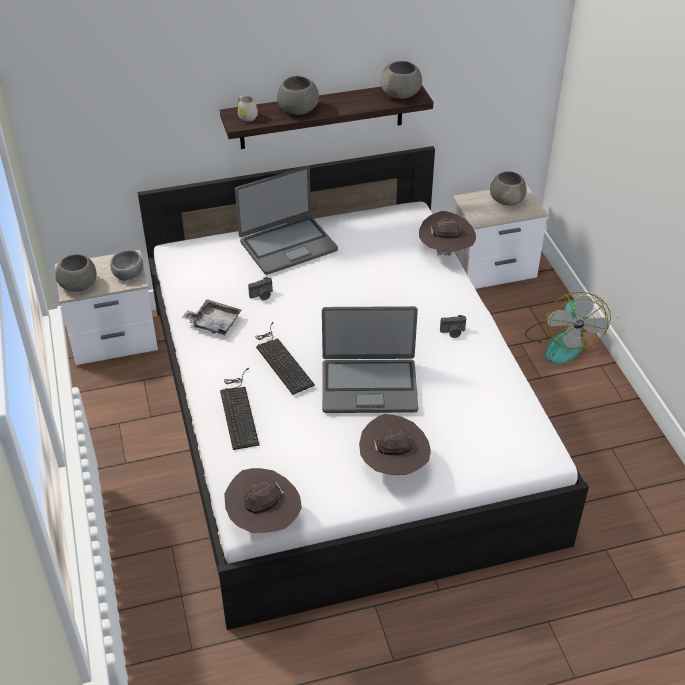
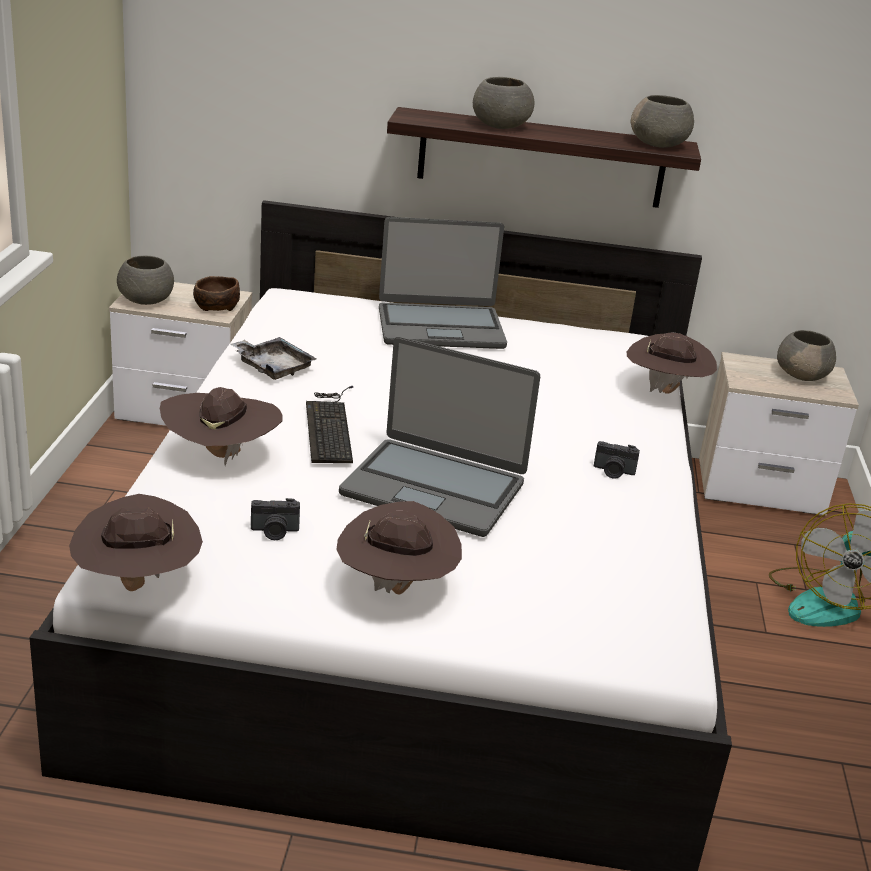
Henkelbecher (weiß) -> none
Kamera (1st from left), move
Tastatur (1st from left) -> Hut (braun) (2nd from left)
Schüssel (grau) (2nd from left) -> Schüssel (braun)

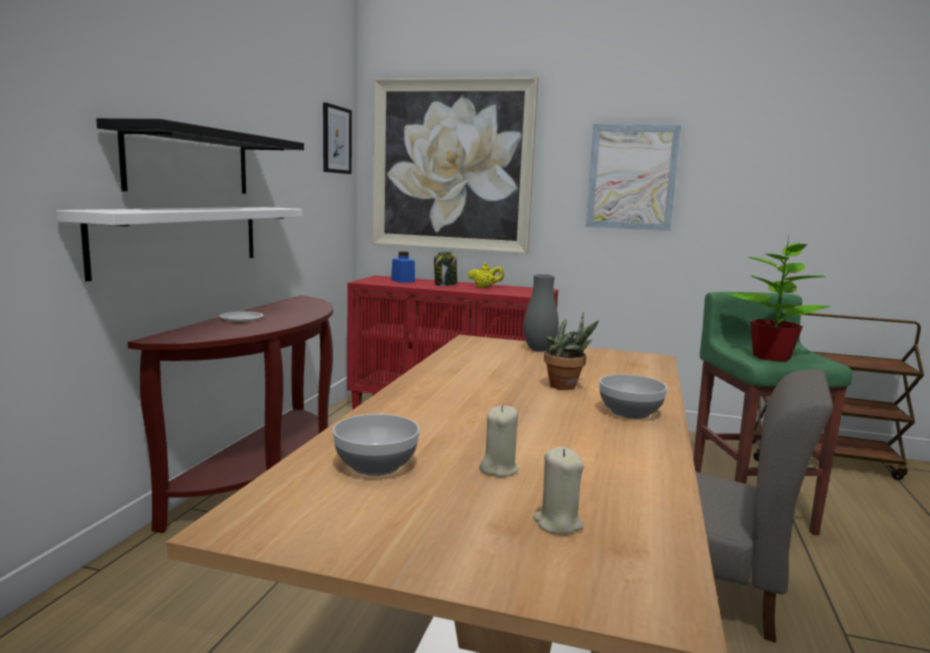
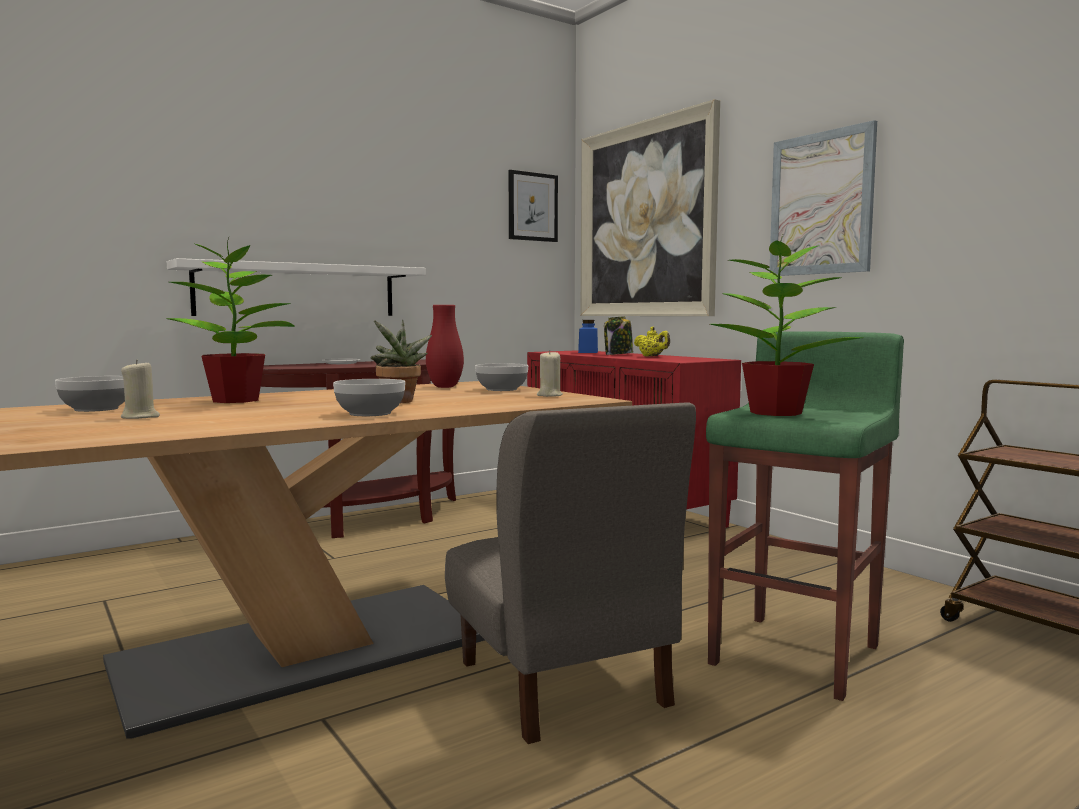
Wandregal (schwarz) -> none
none -> Topfpflanze (1st from left)
none -> Vase (rot)
Kerze (beige) (2nd from left), move
Vase (grau) -> Schüssel (3rd from left)

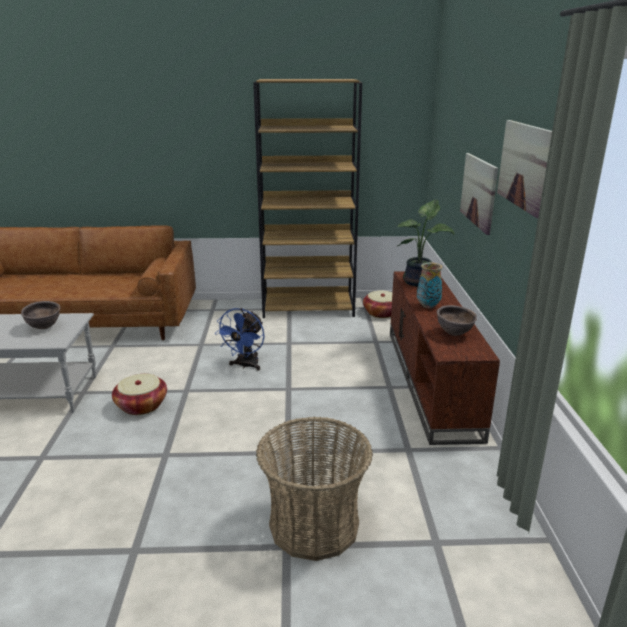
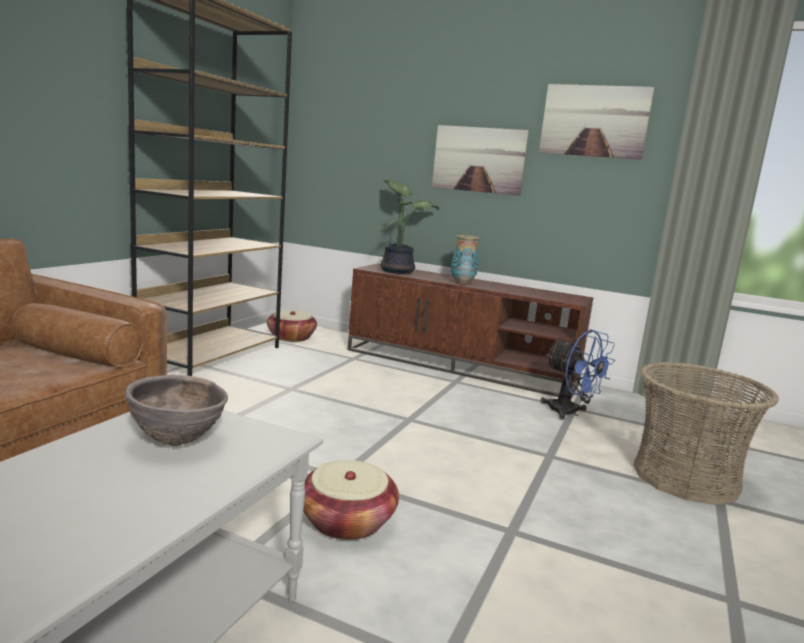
Schüssel (braun) (2nd from left) -> none
Ventilator (blau), move

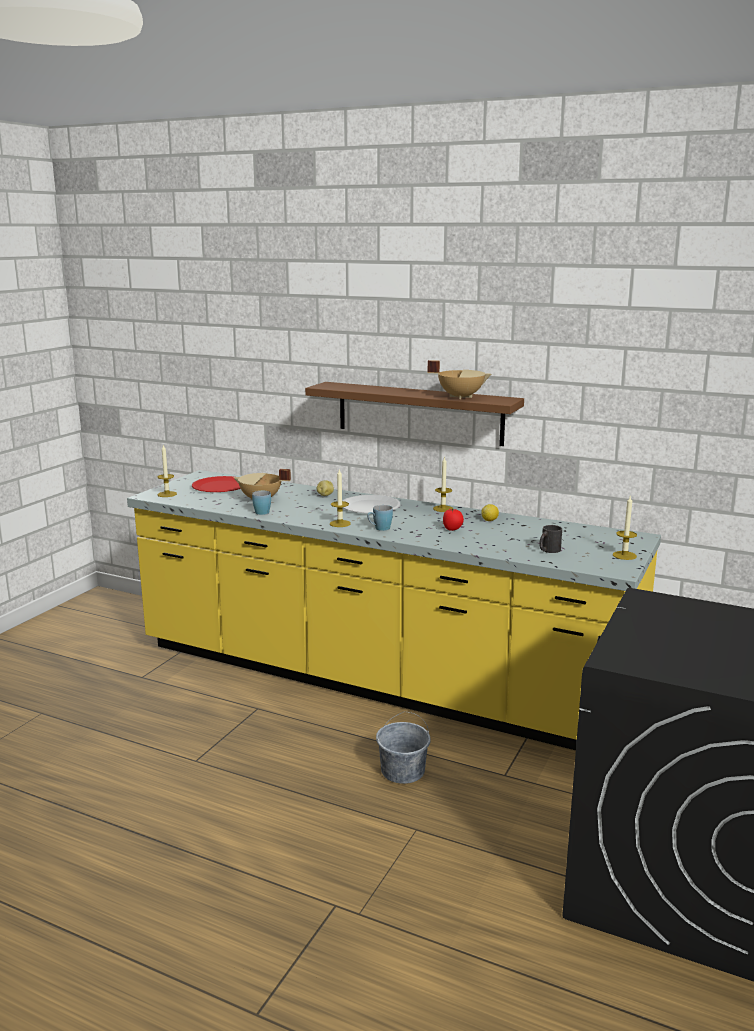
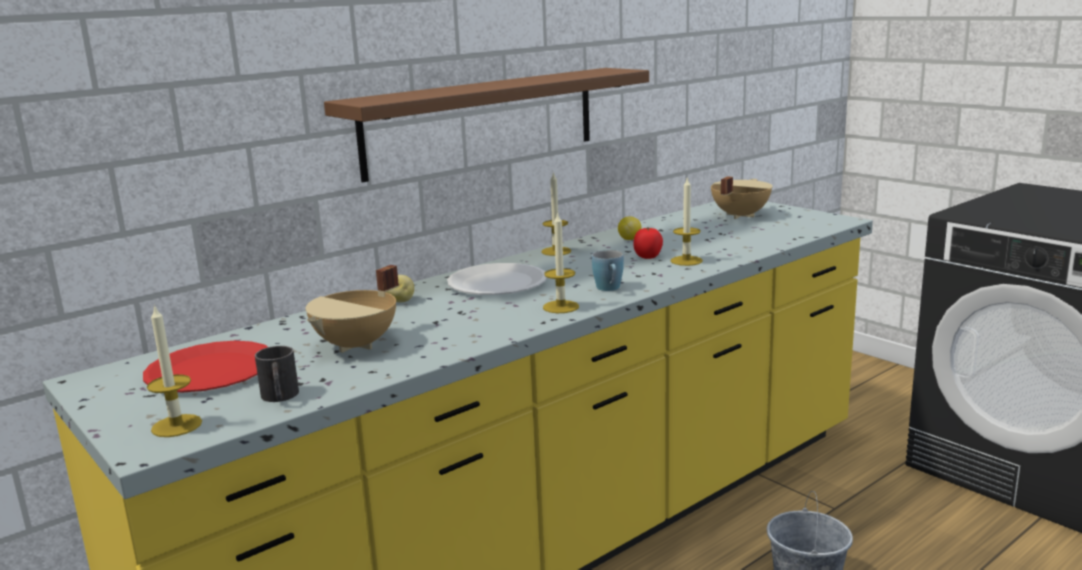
Henkelbecher (blau) (1st from left) -> none
Kochtopf (beige) (2nd from left), move
Henkelbecher (schwarz), move
Kerze (4th from left), move

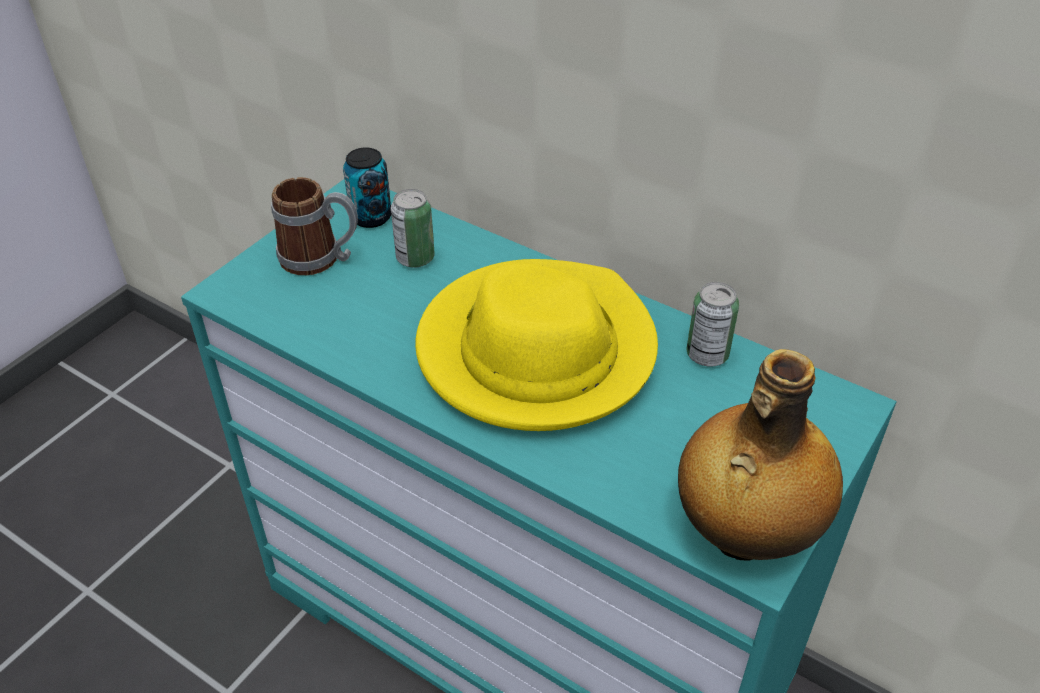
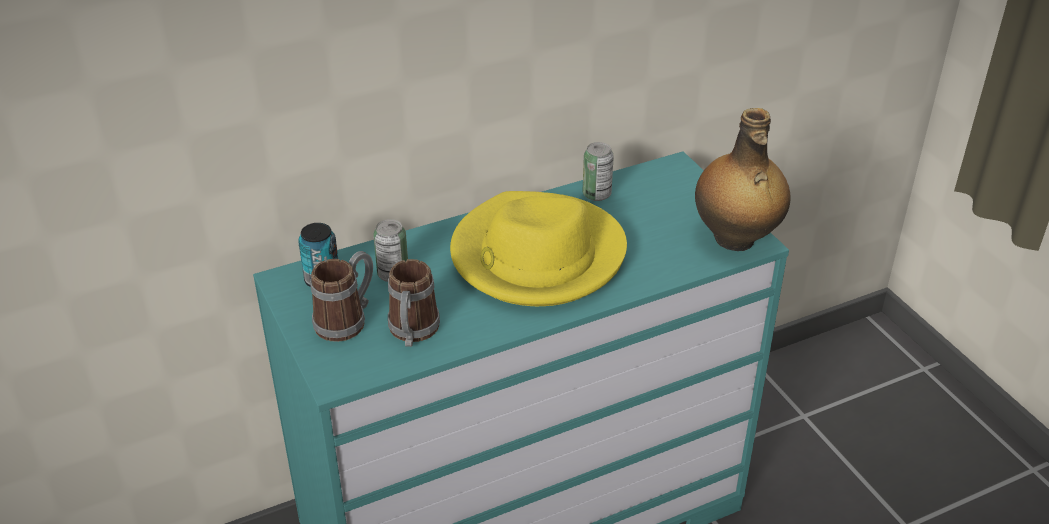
none -> Henkelbecher (2nd from left)

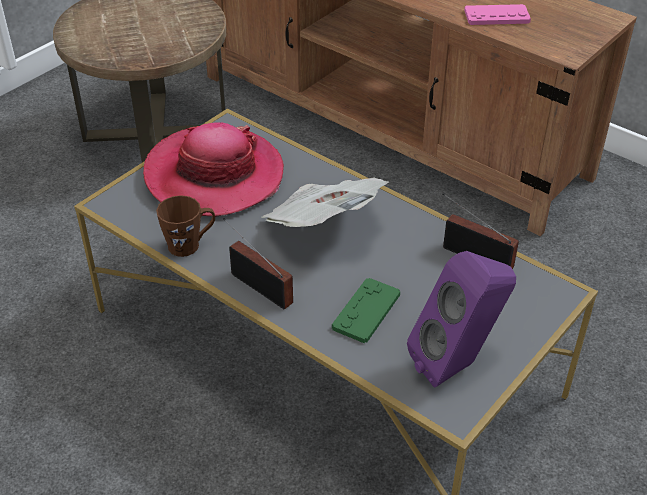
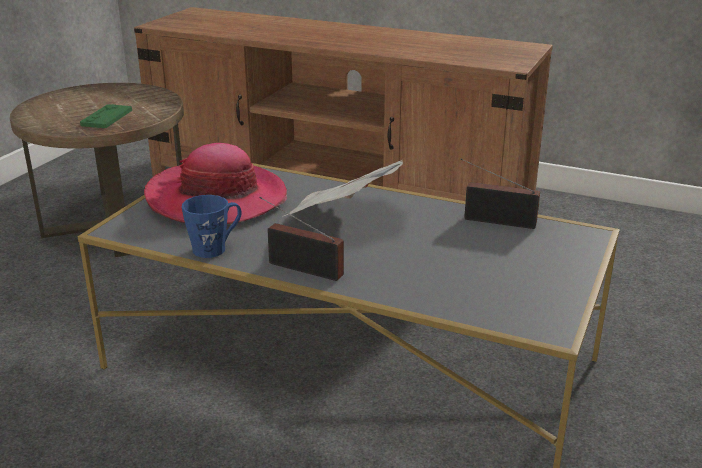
Lautsprecher (lila) -> none
Gamepad (rosa) -> none
Gamepad (grün), move
Henkelbecher (braun) -> Henkelbecher (blau)

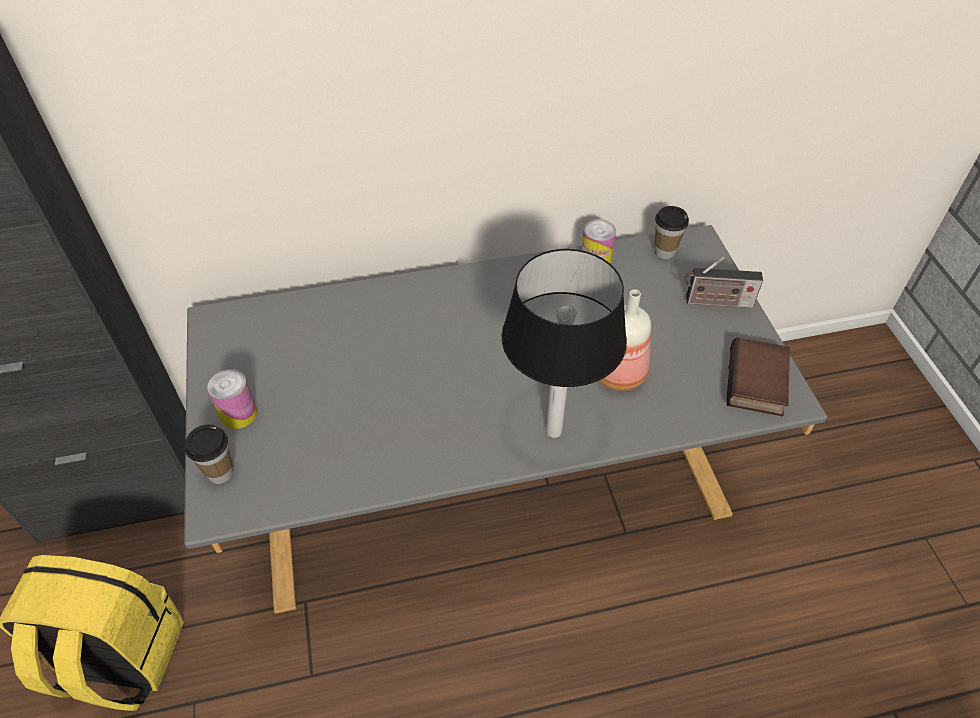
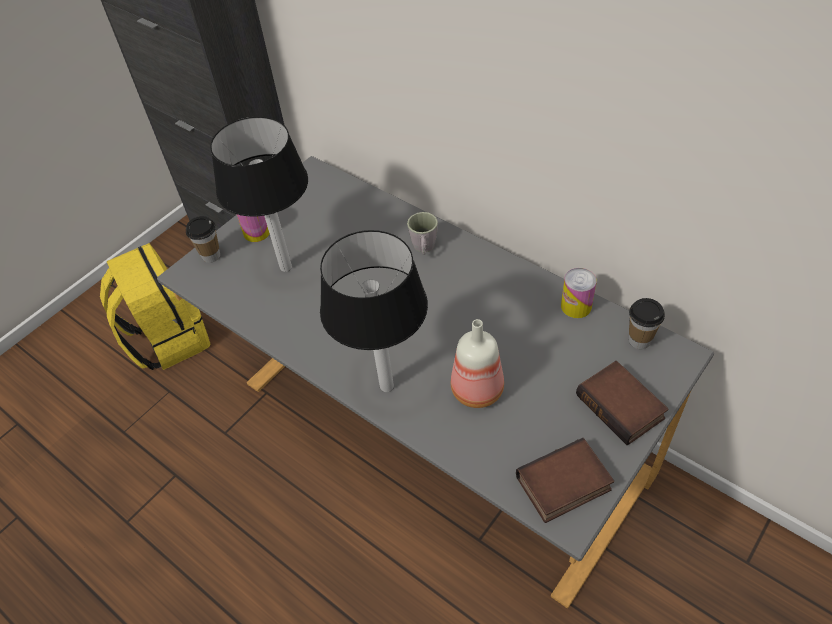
none -> Tischlampe (1st from left)
none -> Henkelbecher (grau)
Radio -> Buch (2nd from left)

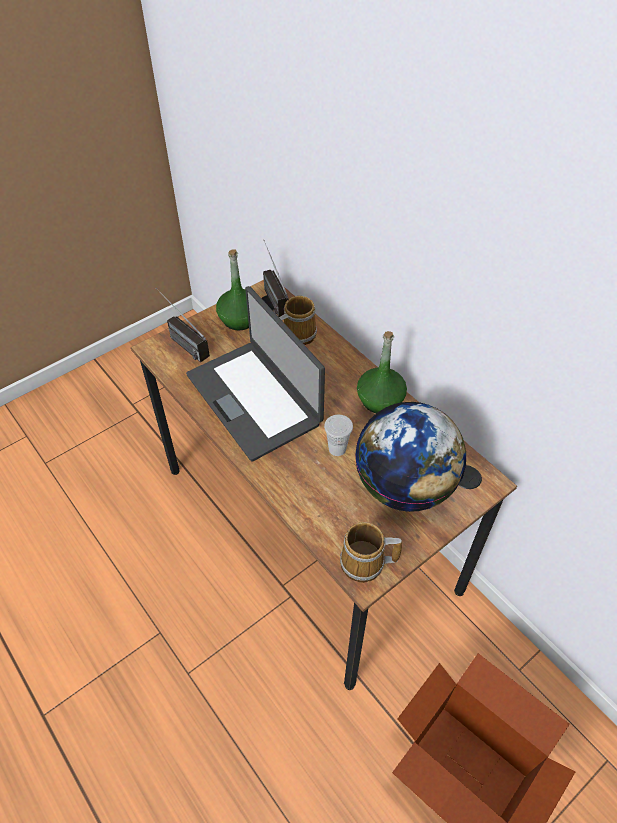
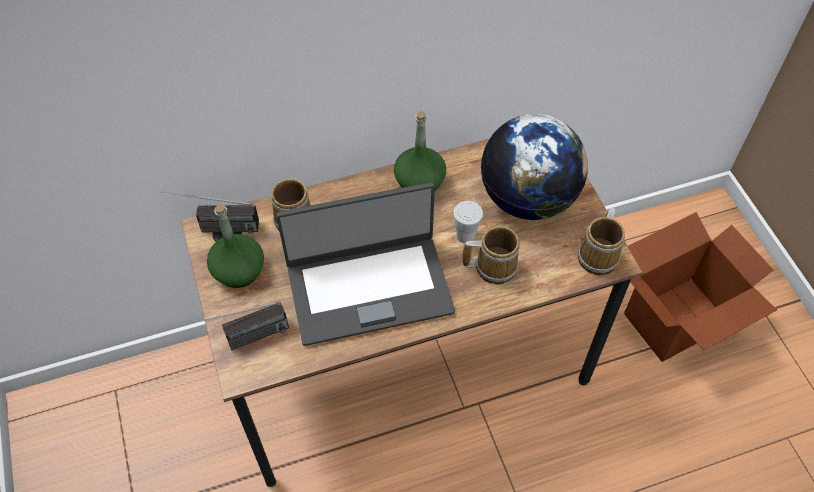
none -> Henkelbecher (2nd from left)

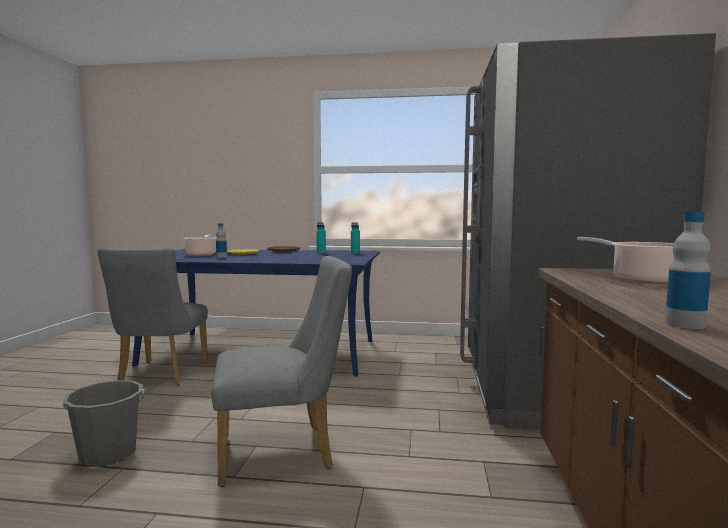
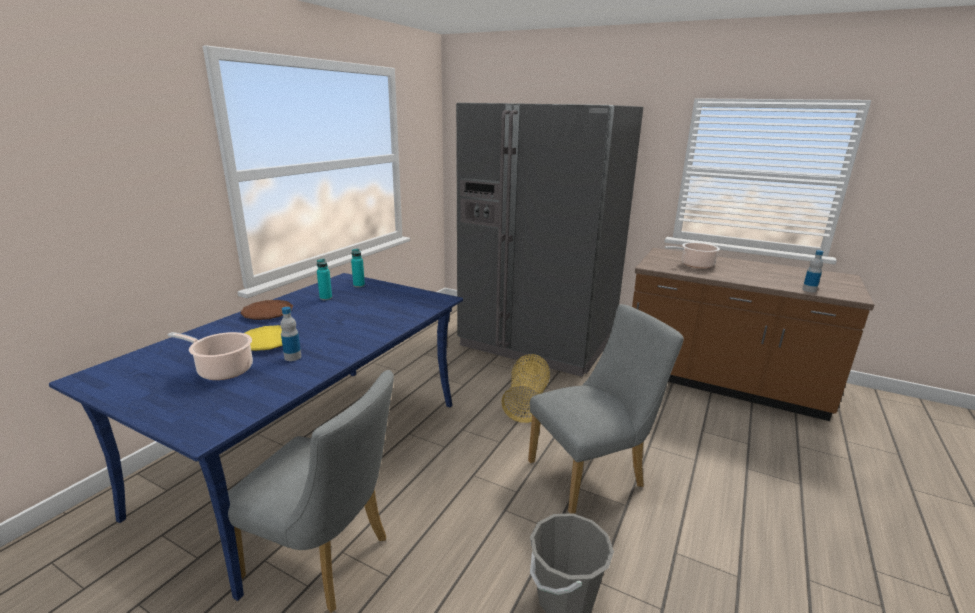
none -> Korb
Stuhl (grau) (2nd from left), 60 degrees clockwise

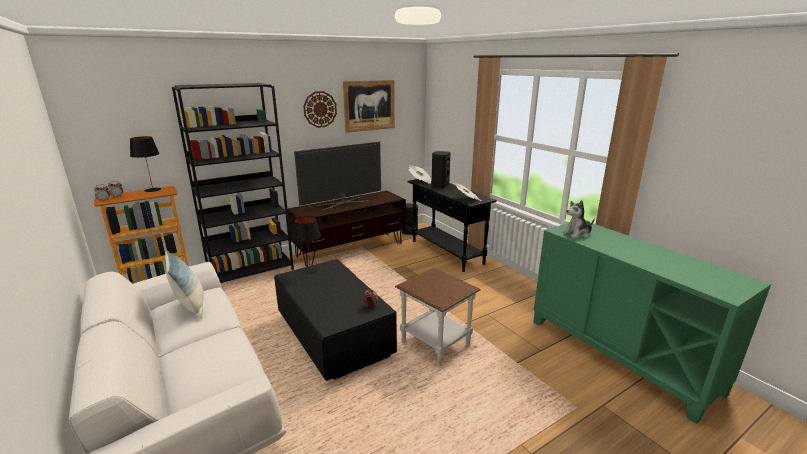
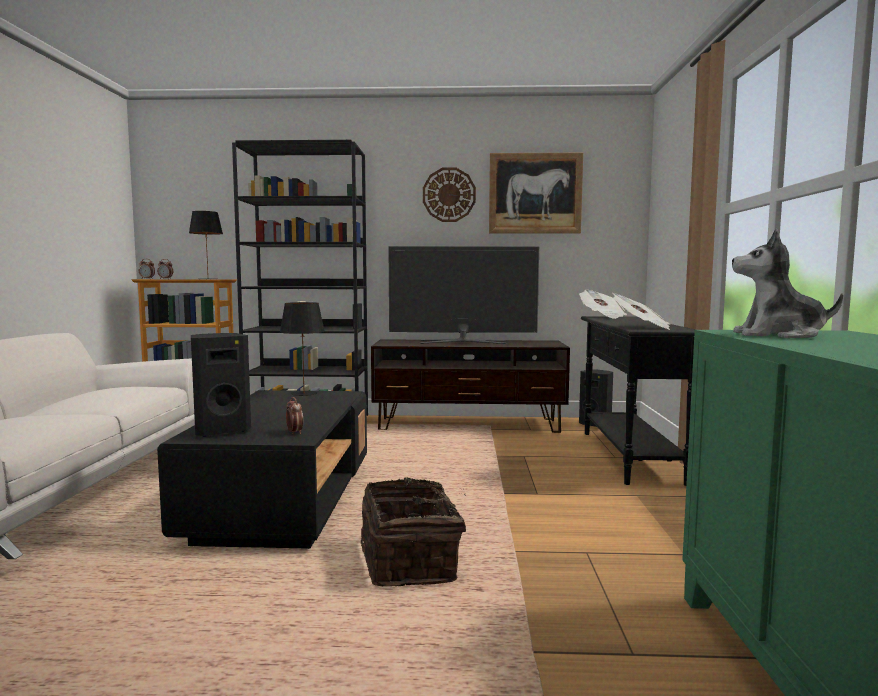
Kissen -> none
Lautsprecher (schwarz) (2nd from left in the first image) -> Lautsprecher (schwarz) (1st from left), move
Beistelltisch (braun) -> Korb

